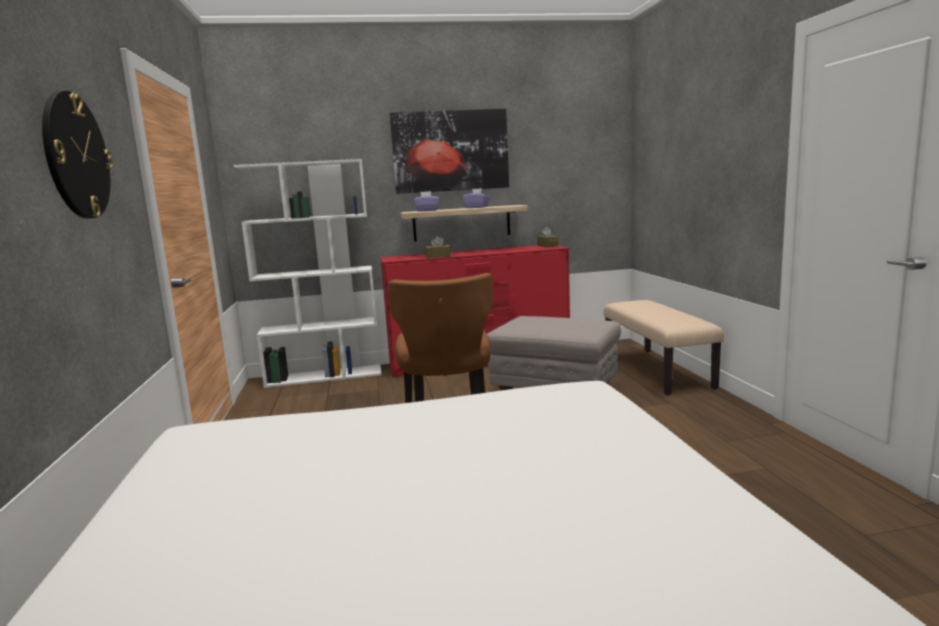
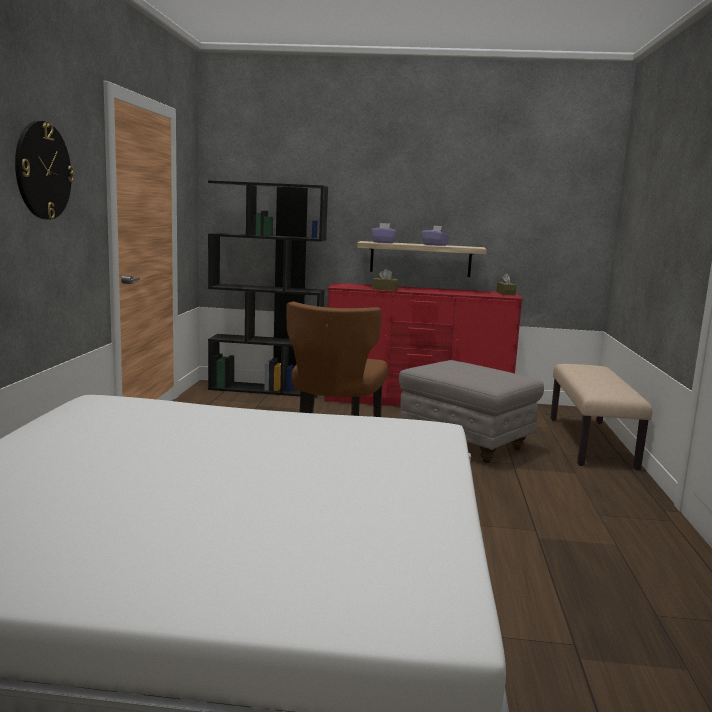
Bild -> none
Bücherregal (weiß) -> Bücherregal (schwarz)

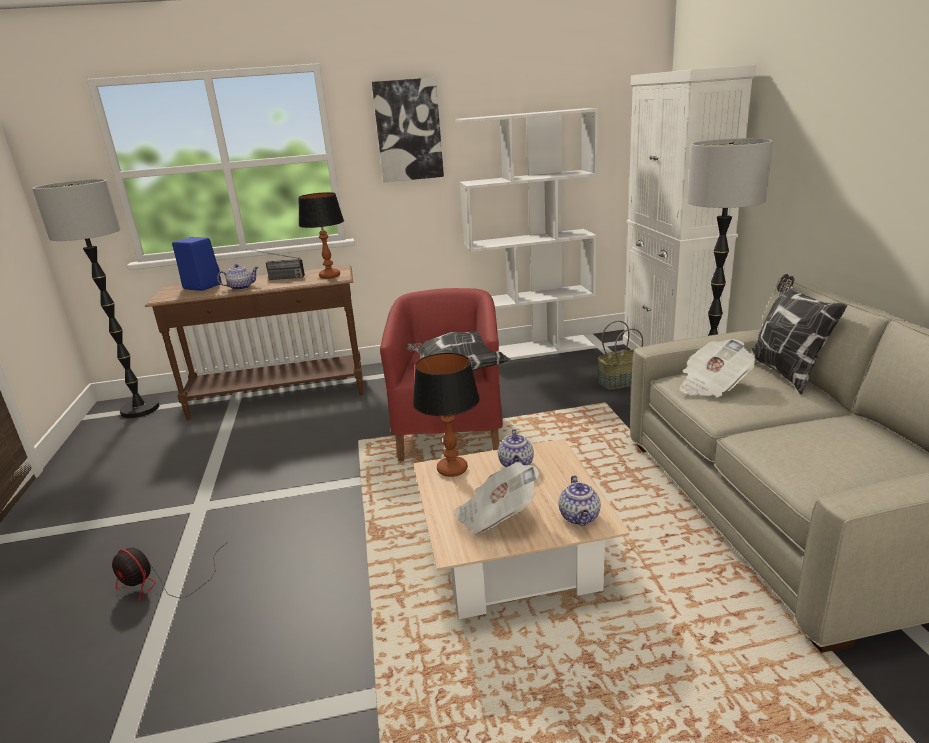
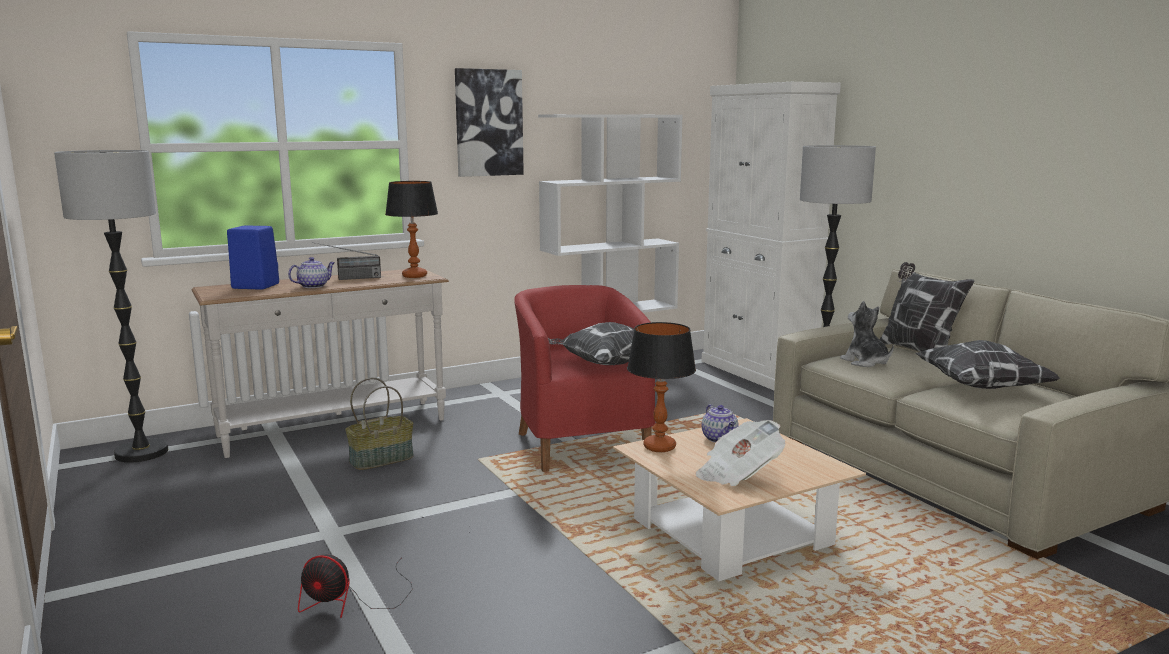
Teekanne (3rd from left) -> none
none -> Kissen (3rd from left)
Korb, move
Zeitung (2nd from left) -> Plüschtier
Konsolentisch (braun) -> Konsolentisch (weiß)

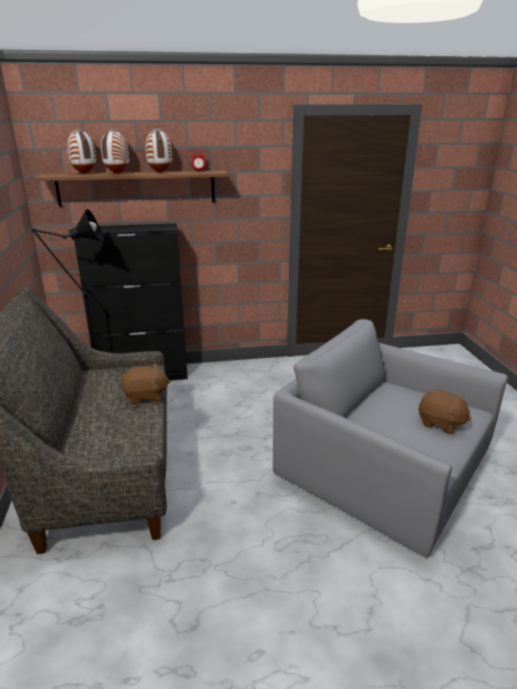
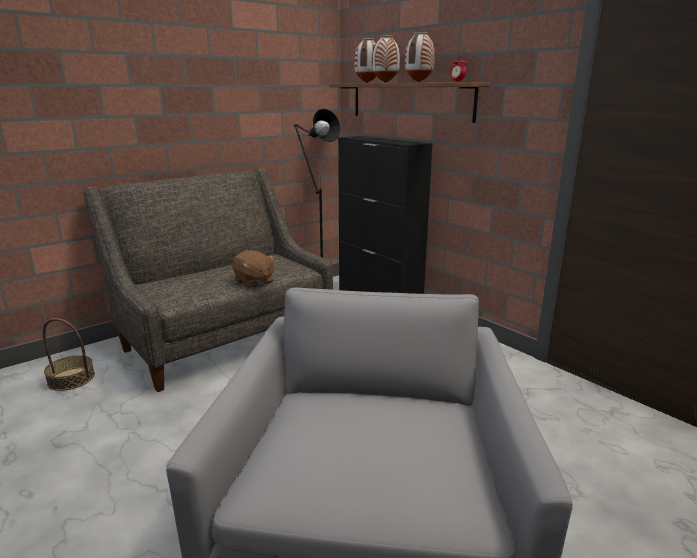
Plüschtier (braun) (2nd from left) -> none
none -> Korb

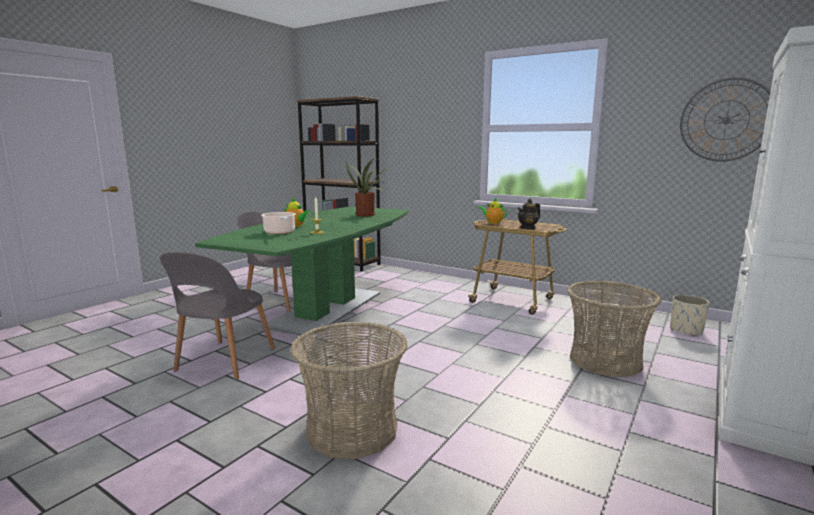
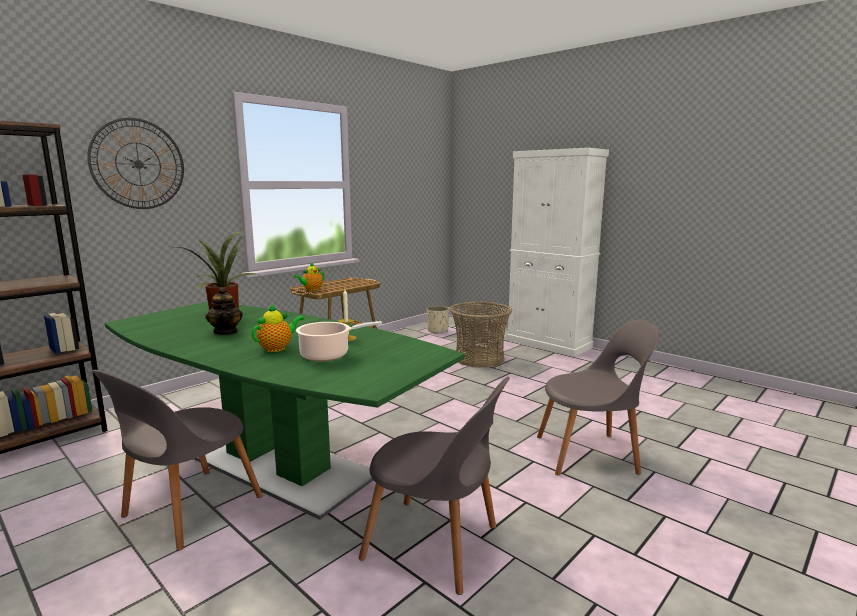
Teekanne (3rd from left in the first image) -> Teekanne (1st from left), move
Wanduhr, move
Korb (1st from left) -> Stuhl (grau) (3rd from left)

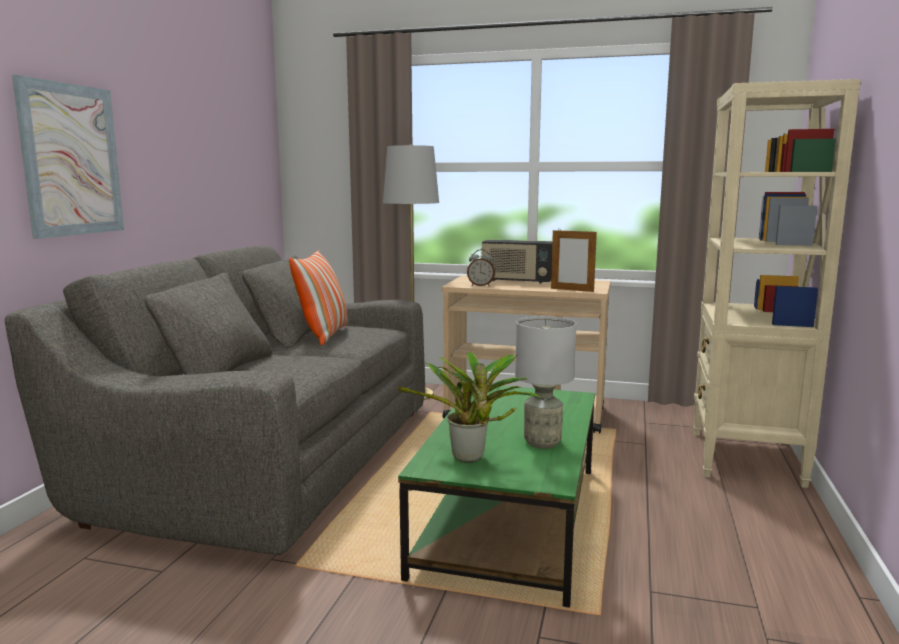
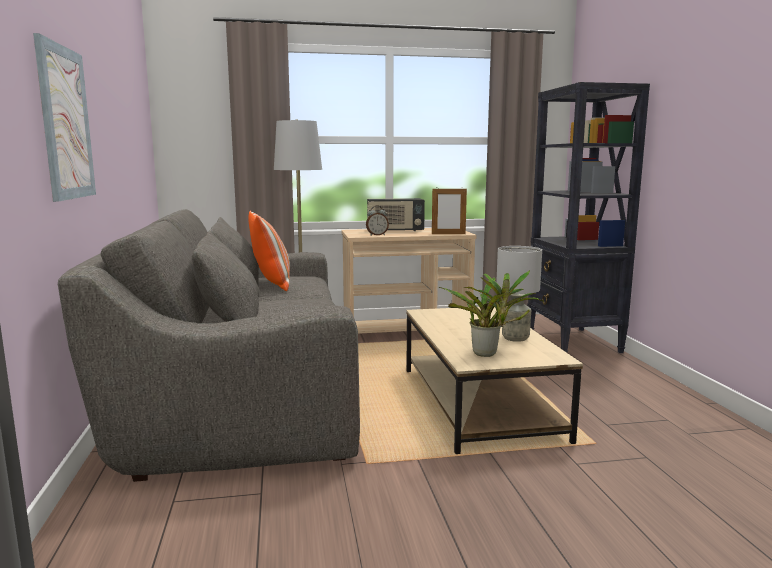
Couchtisch (grün) -> Couchtisch (beige)
Bücherregal (beige) -> Bücherregal (schwarz)

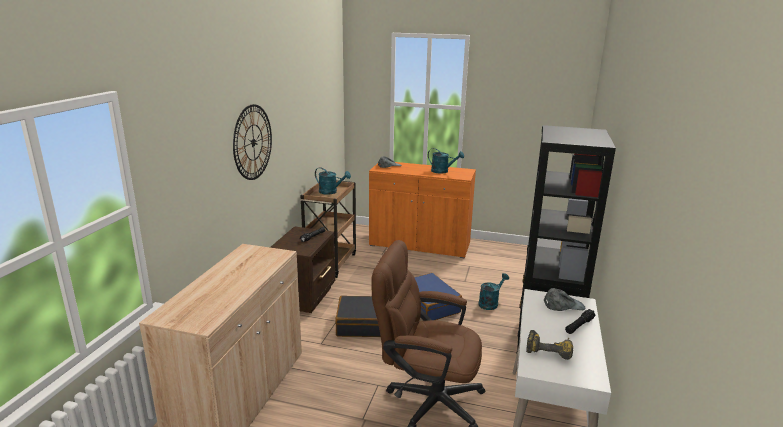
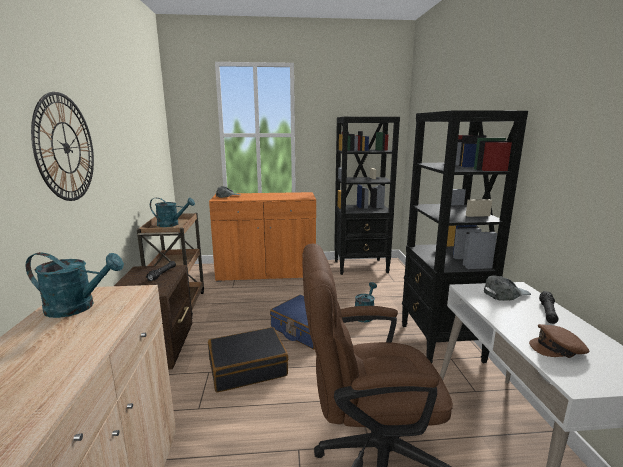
none -> Bücherregal (schwarz) (1st from left)
Gießkanne (türkis) (2nd from left in the first image) -> Gießkanne (türkis) (1st from left), move
Bohrmaschine -> Kappe (braun)

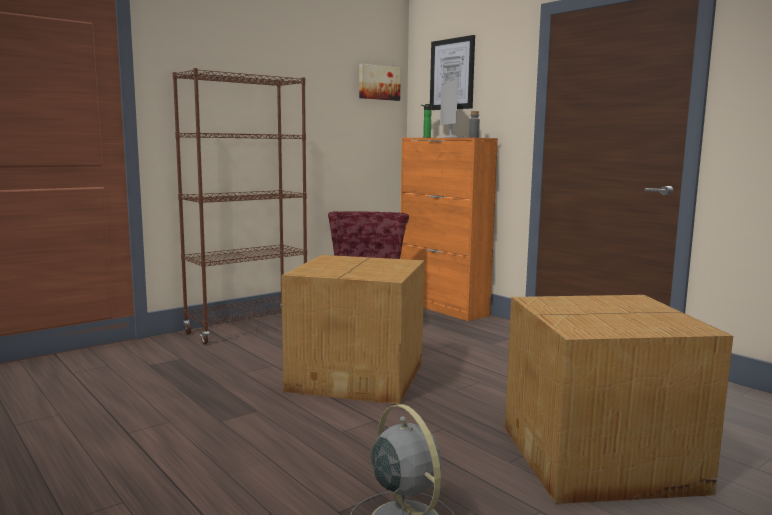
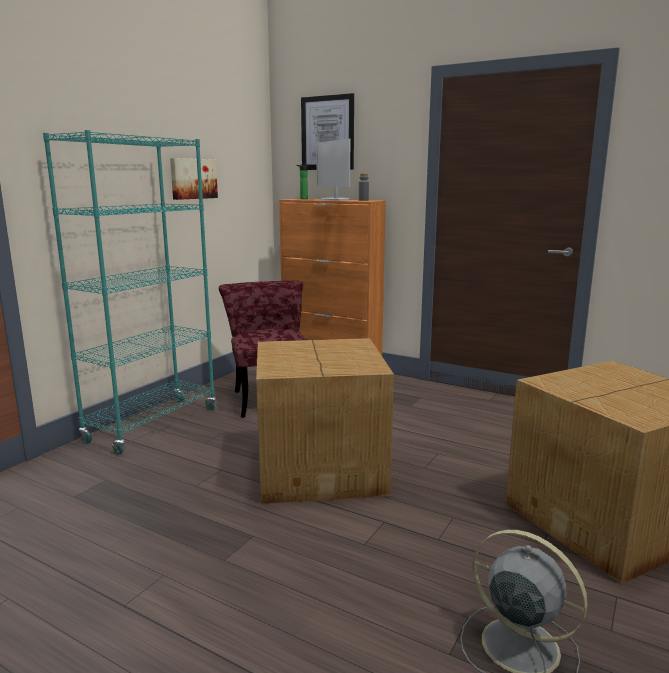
Bild (1st from left), move
Bücherregal (braun) -> Bücherregal (türkis)

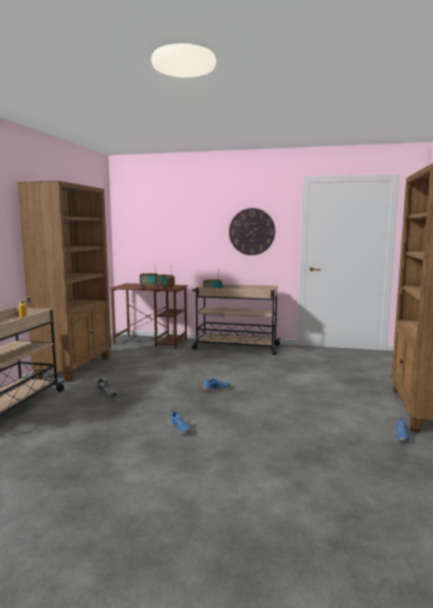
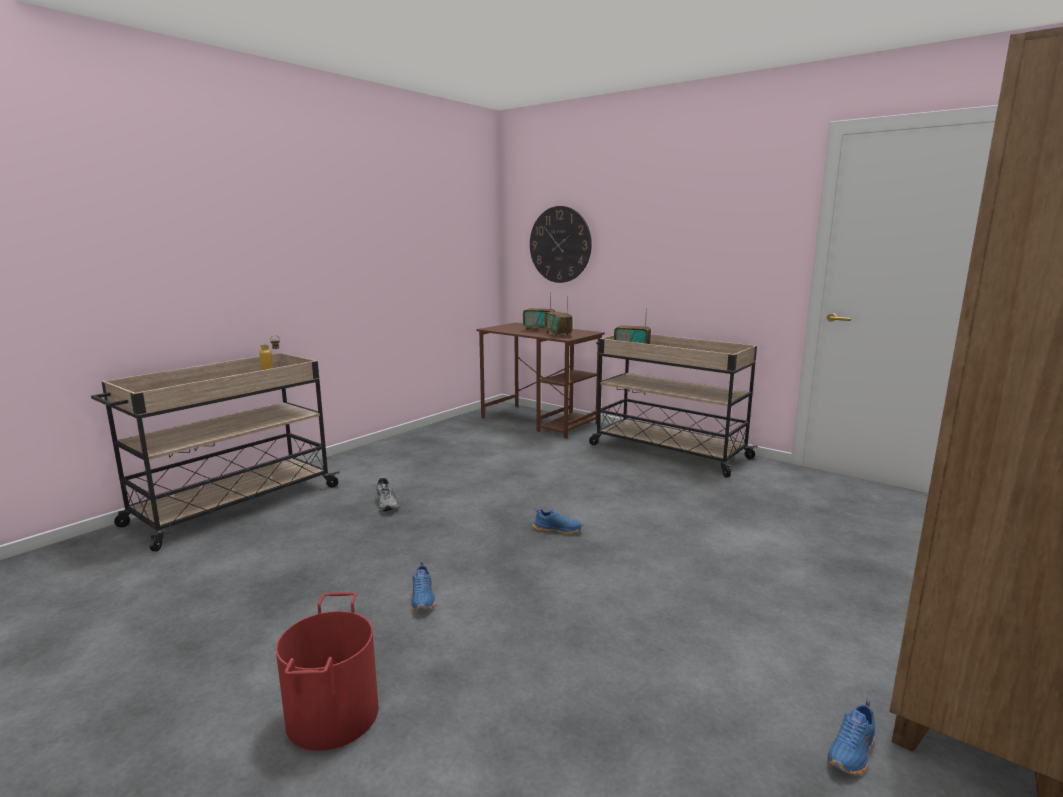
Bücherregal (braun) (1st from left) -> none
none -> Eimer (rot)
Wanduhr, move

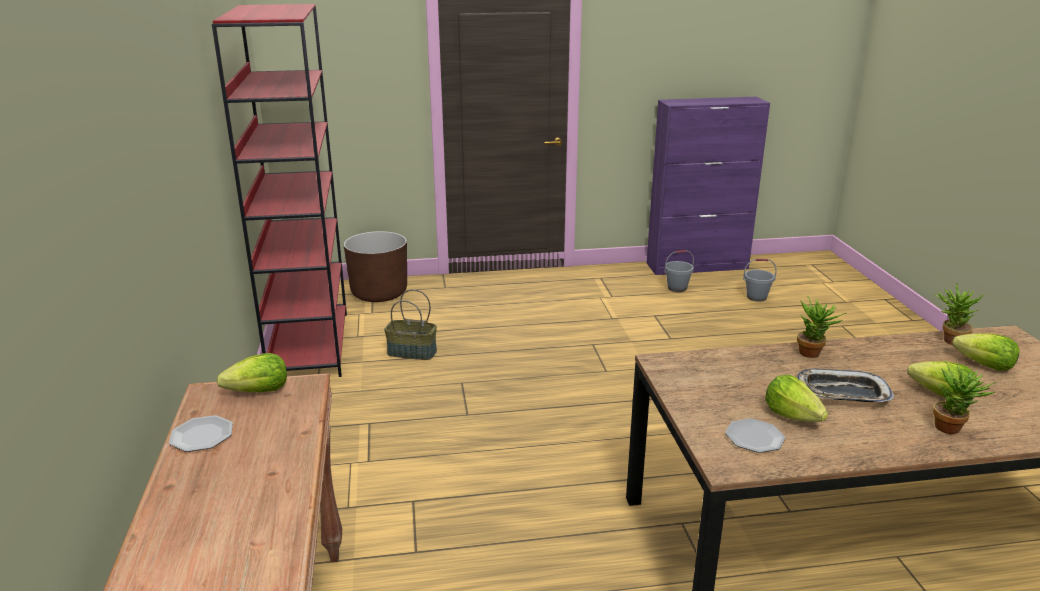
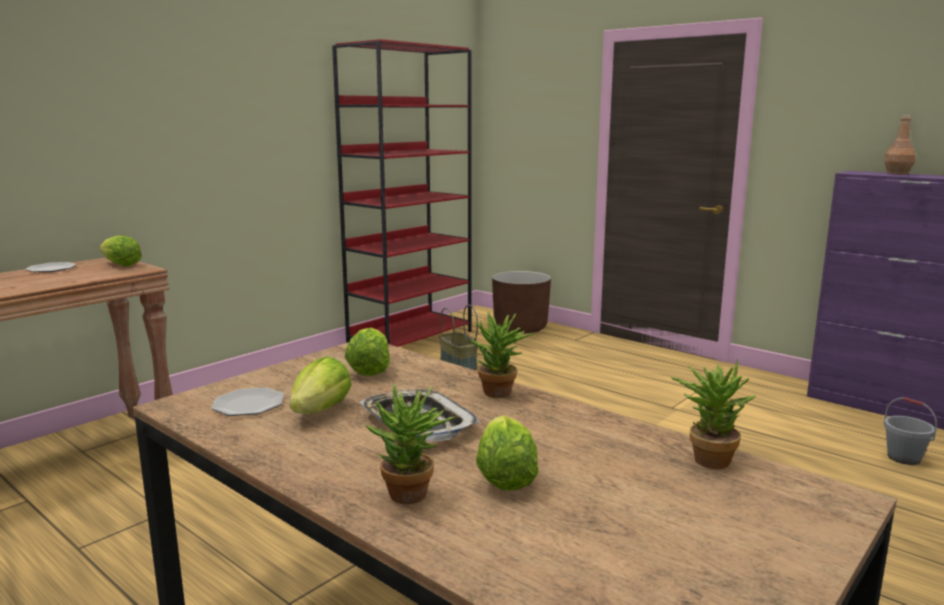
Eimer (grau) (1st from left) -> none
none -> Flasche (braun)
Salatkopf (4th from left in the first image) -> Salatkopf (3rd from left), move

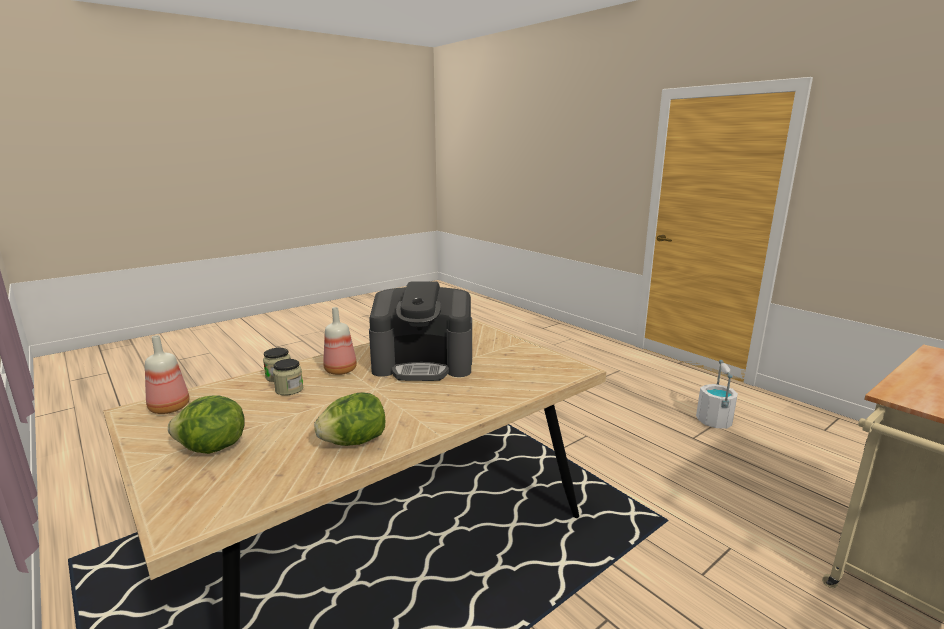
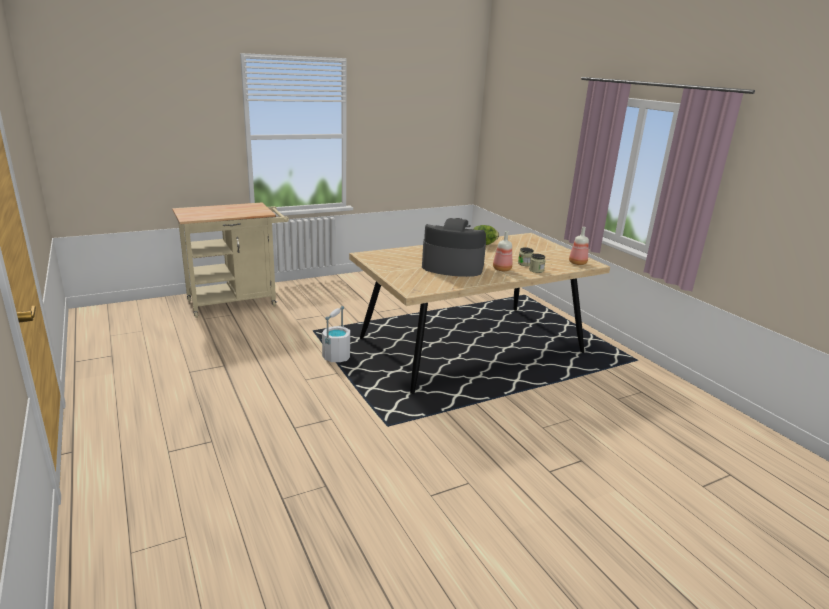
Salatkopf (1st from left) -> none
Eimer (weiß), move

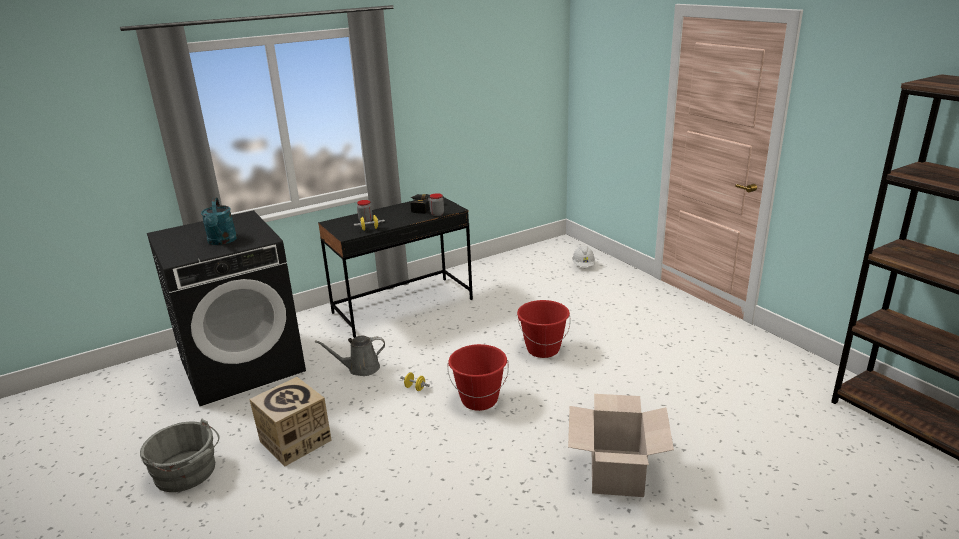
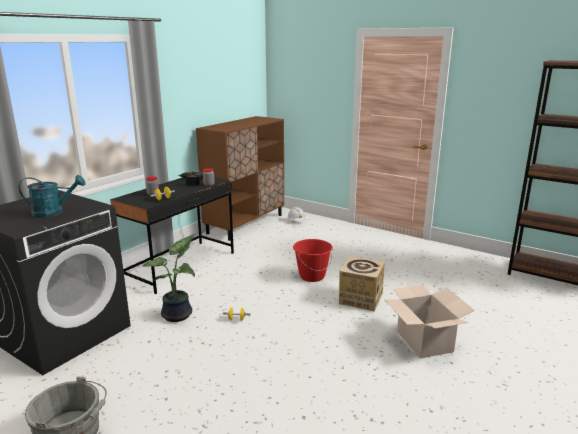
Eimer (rot) (1st from left) -> none
none -> Schrank (braun)
Karton (1st from left), move
Gießkanne (grau) -> Topfpflanze
Gießkanne (türkis), 60 degrees counterclockwise

